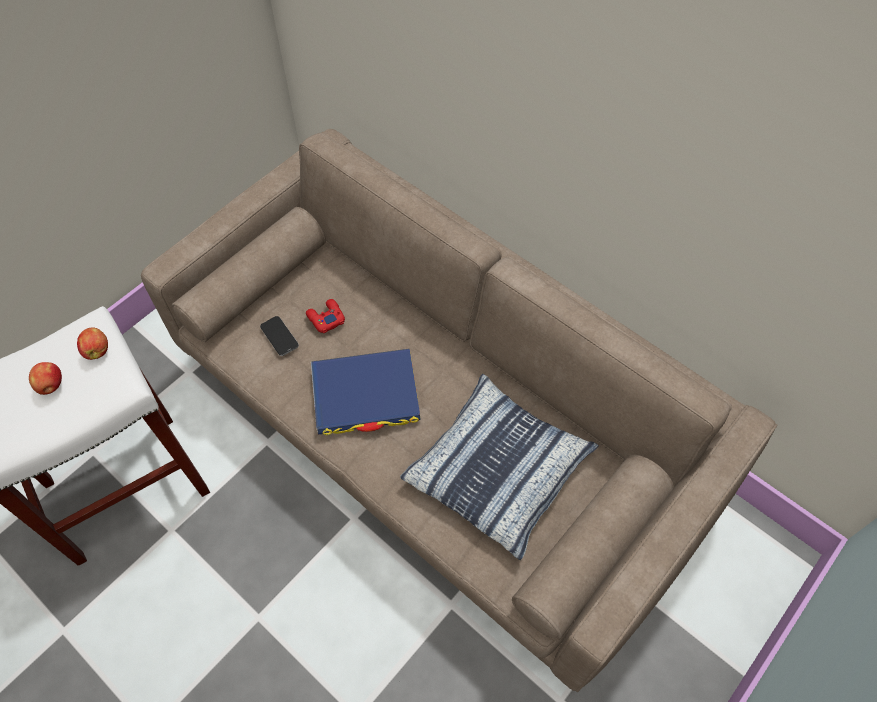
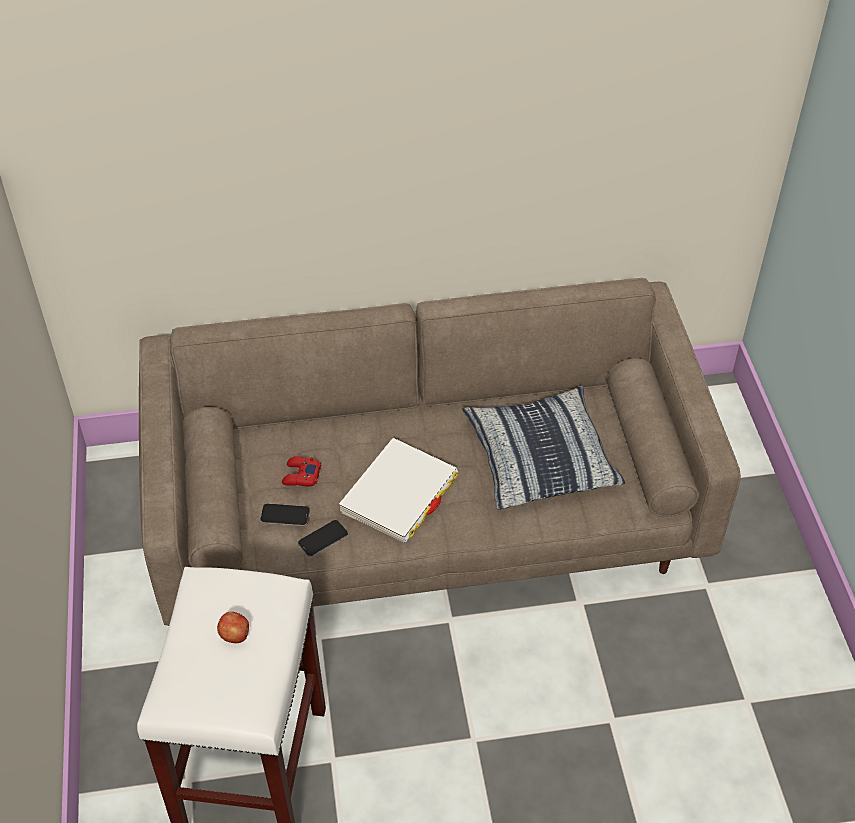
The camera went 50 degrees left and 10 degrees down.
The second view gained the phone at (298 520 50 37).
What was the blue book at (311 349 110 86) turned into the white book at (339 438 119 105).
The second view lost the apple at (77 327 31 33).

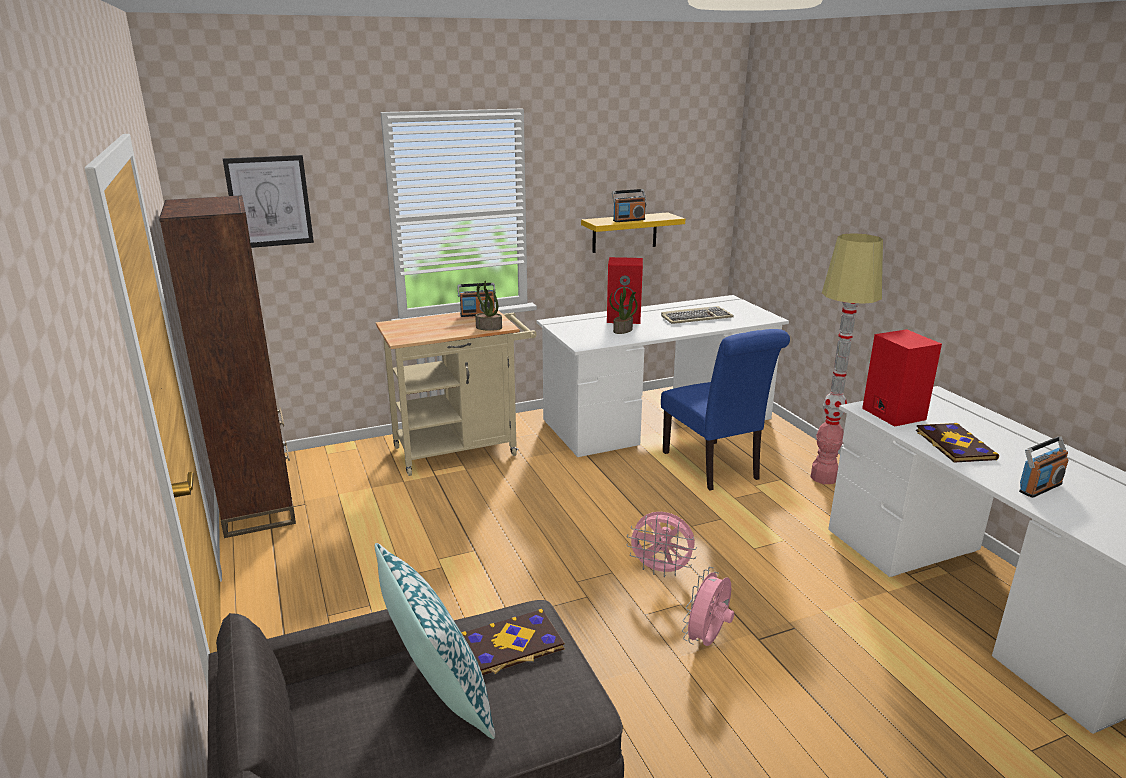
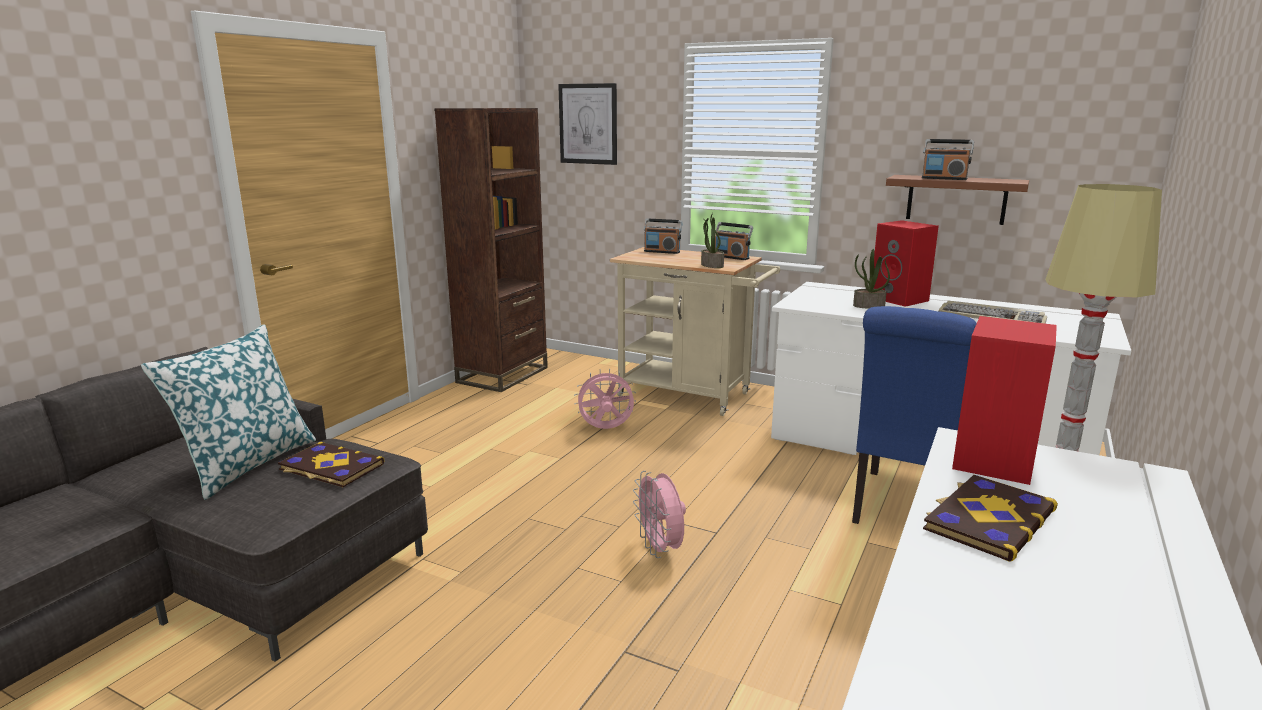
The camera went 50 degrees right and 5 degrees down.
The pink fan ended up elsewhere, having gone from (682 567 52 79) to (574 369 62 60).
The radio ended up elsewhere, having gone from (1019 437 49 61) to (644 219 39 35).
What was the yellow shelf at (581 212 104 41) turned into the brown shelf at (886 175 143 50).

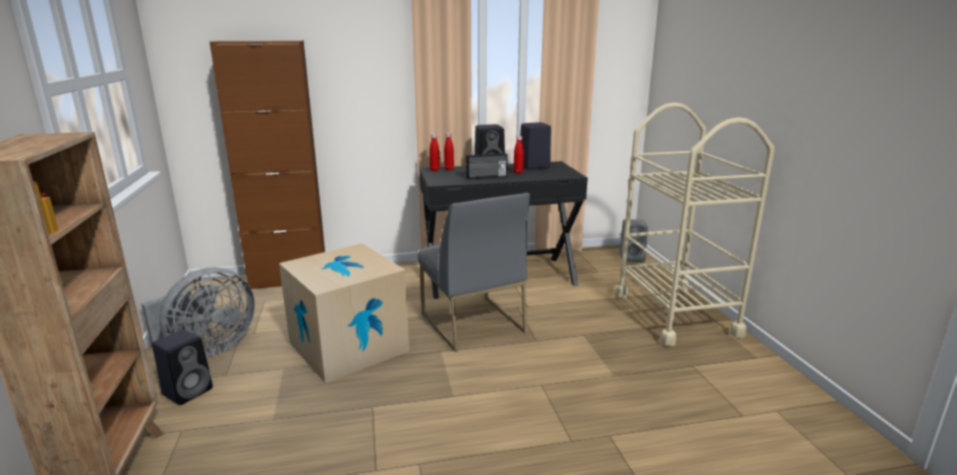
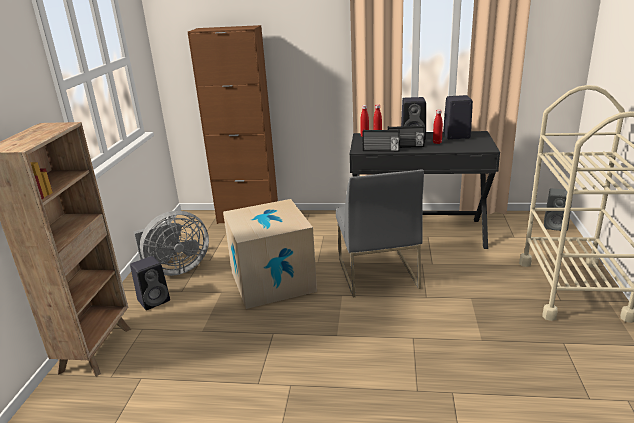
The camera went 20 degrees right and 5 degrees up.
The second view gained the radio at (362 129 38 23).

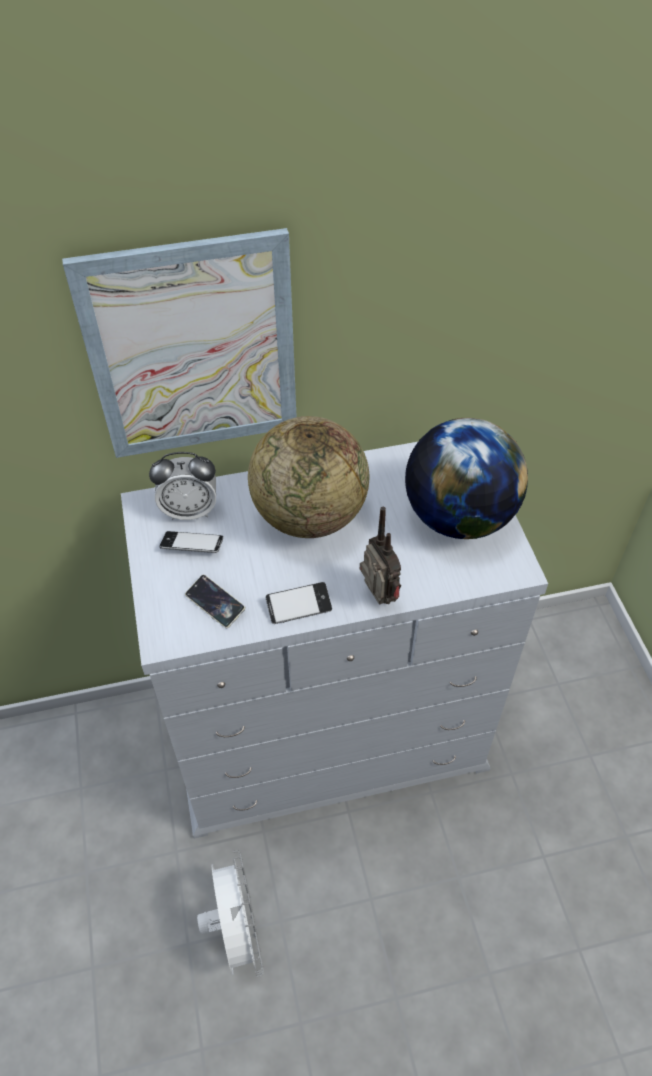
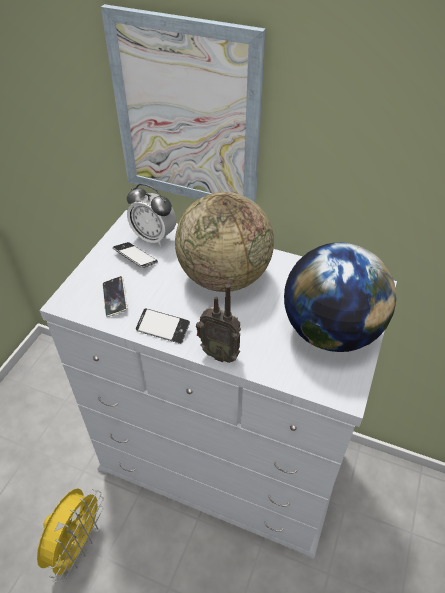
The camera went 35 degrees right and 5 degrees down.
What was the white fan at (197 851 67 127) turned into the yellow fan at (37 488 67 94).
The radio at (360 507 41 98) ended up facing another way, 105 degrees clockwise from before.

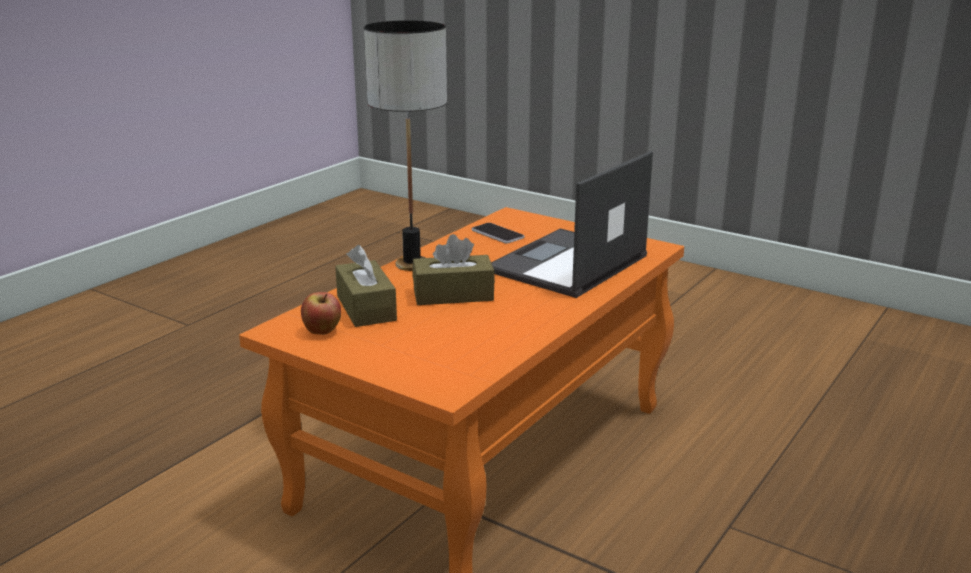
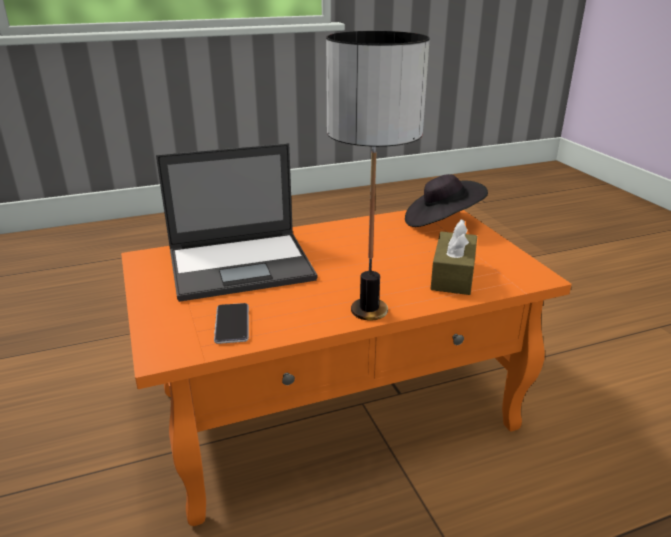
The camera went 145 degrees left and 5 degrees up.
The second view gained the black hat at (405 174 83 53).
The second view lost the apple at (301 292 40 43).
The second view lost the brown tissue box at (412 234 83 71).

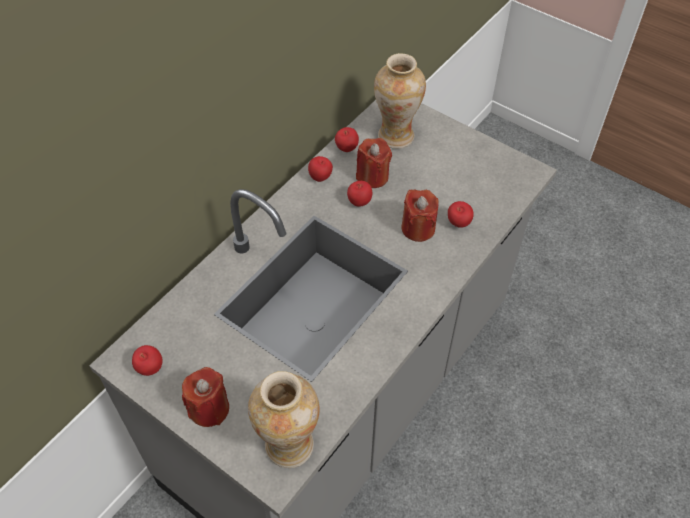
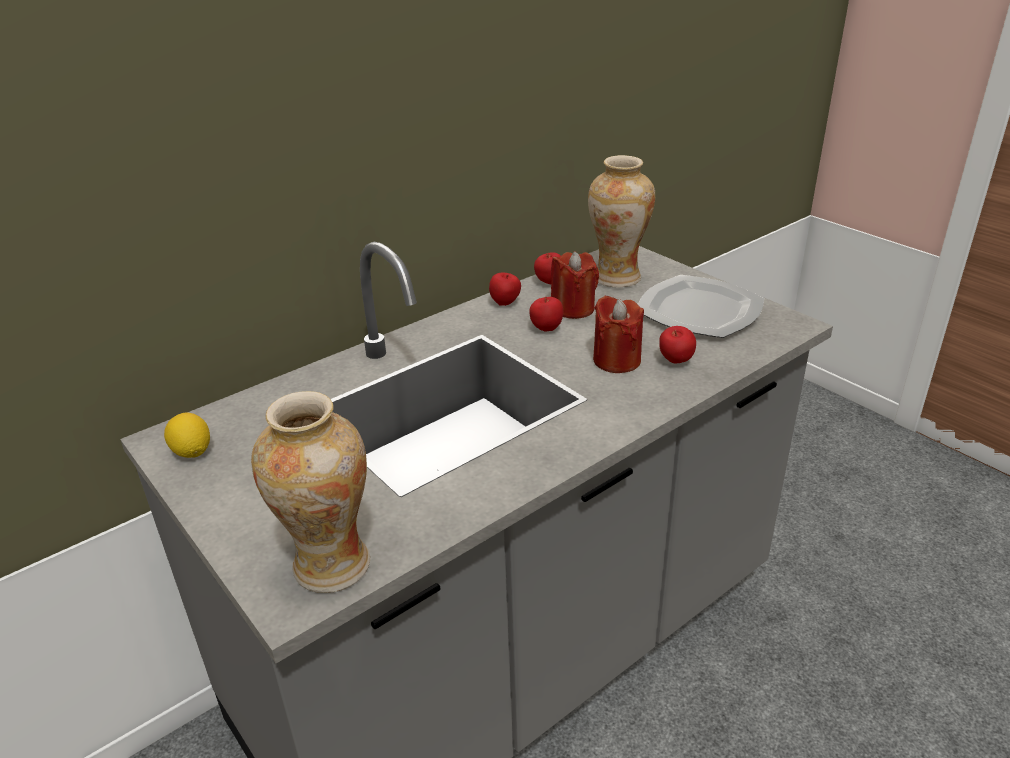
The camera went 15 degrees right and 20 degrees down.
Where the apple stood at (132 345 30 31), the lemon came to stand at (164 413 46 45).
The second view gained the plate at (637 275 128 63).
The second view lost the red candle at (182 367 47 60).

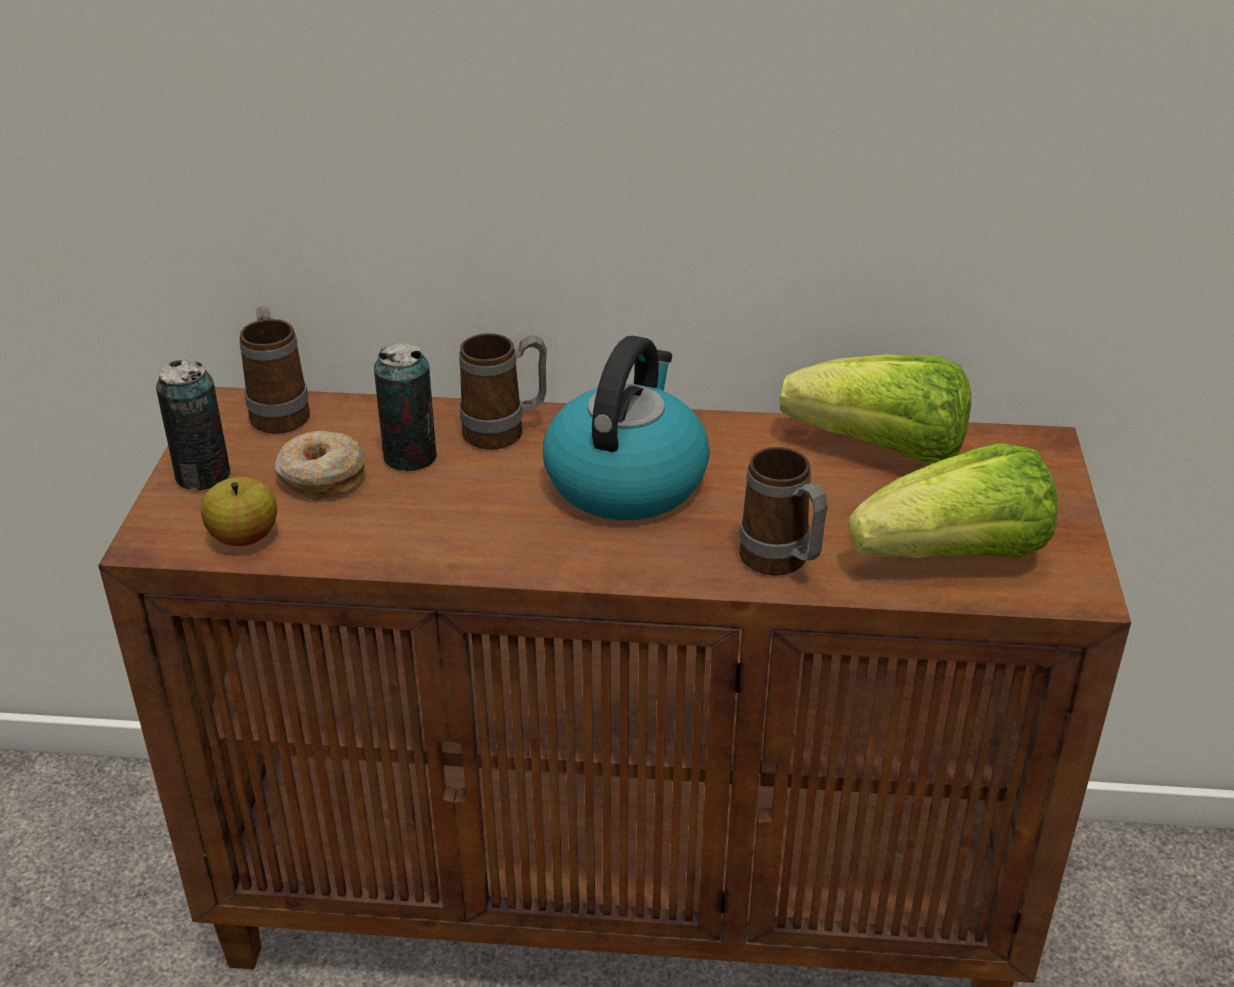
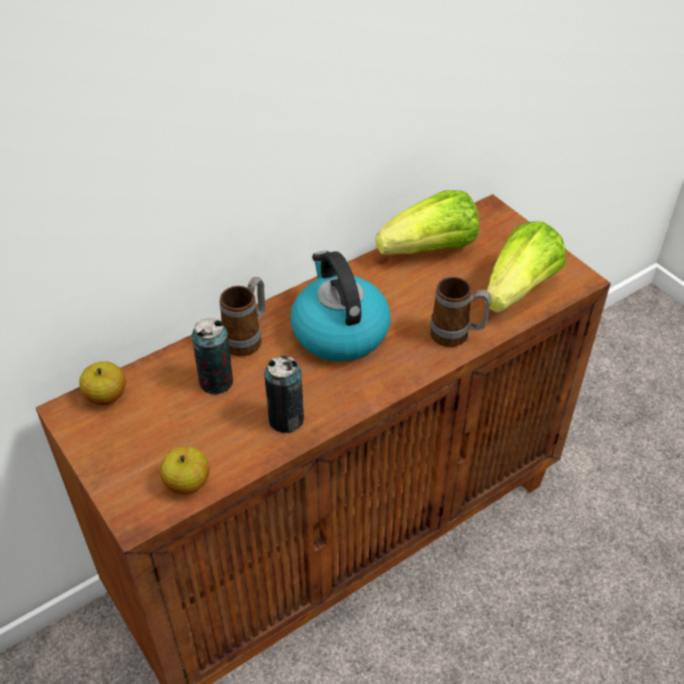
The camera went 40 degrees left and 10 degrees up.
Where the mug stood at (239 306 71 128), the apple came to stand at (79 361 47 44).
The can ended up elsewhere, having gone from (156 359 75 131) to (264 355 40 78).
The second view lost the donut at (275 431 91 69).

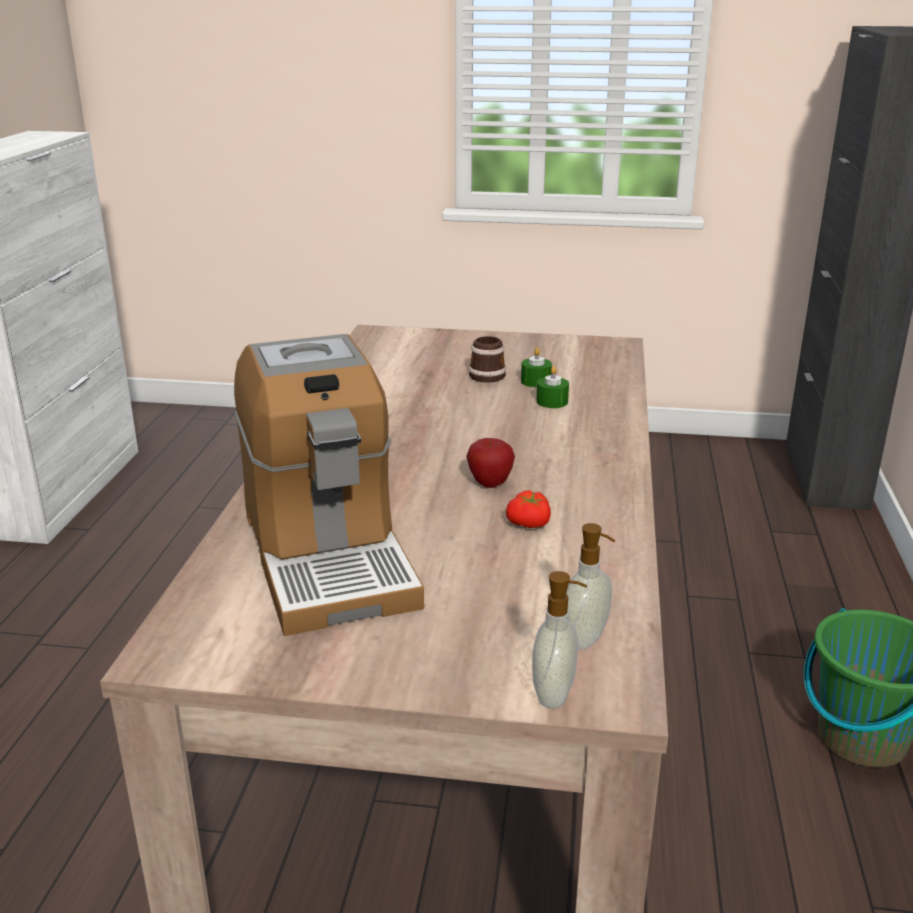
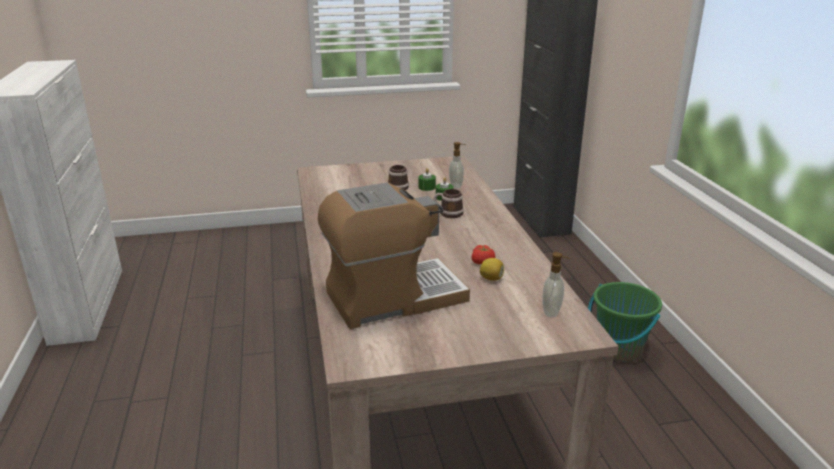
The camera went 20 degrees left and 0 degrees up.
The coffee machine at (234 334 190 302) ended up facing another way, 75 degrees counterclockwise from before.
The second view gained the mug at (434 189 30 29).
The soap dispenser ended up elsewhere, having gone from (532 571 55 137) to (449 142 17 47).
The second view gained the lemon at (480 258 24 23).
The second view lost the apple at (466 438 49 50).

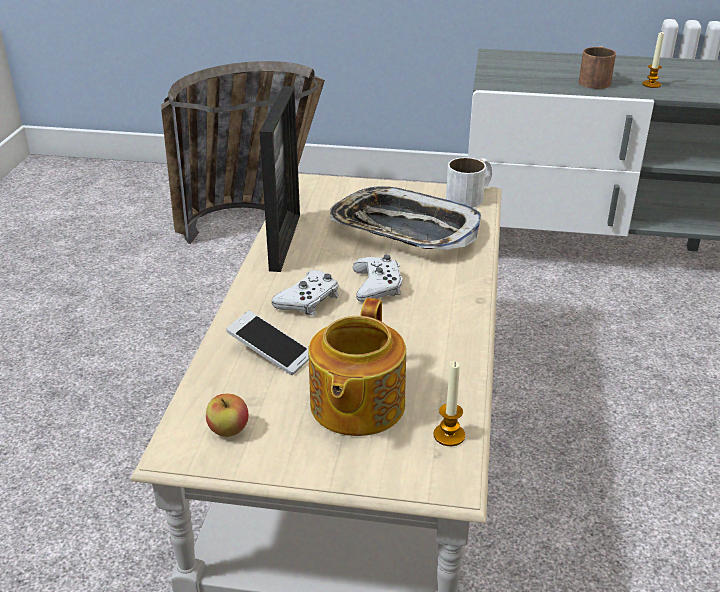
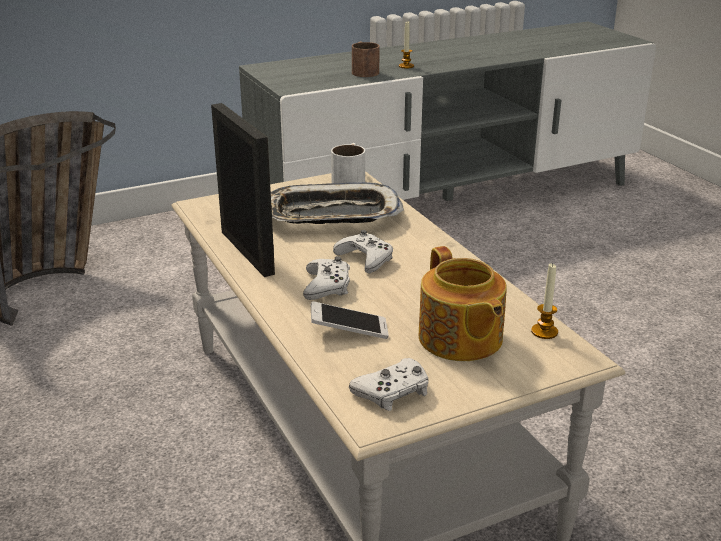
The camera went 35 degrees left and 5 degrees down.
Where the apple stood at (206 394 43 43), the white game controller came to stand at (349 358 80 53).

